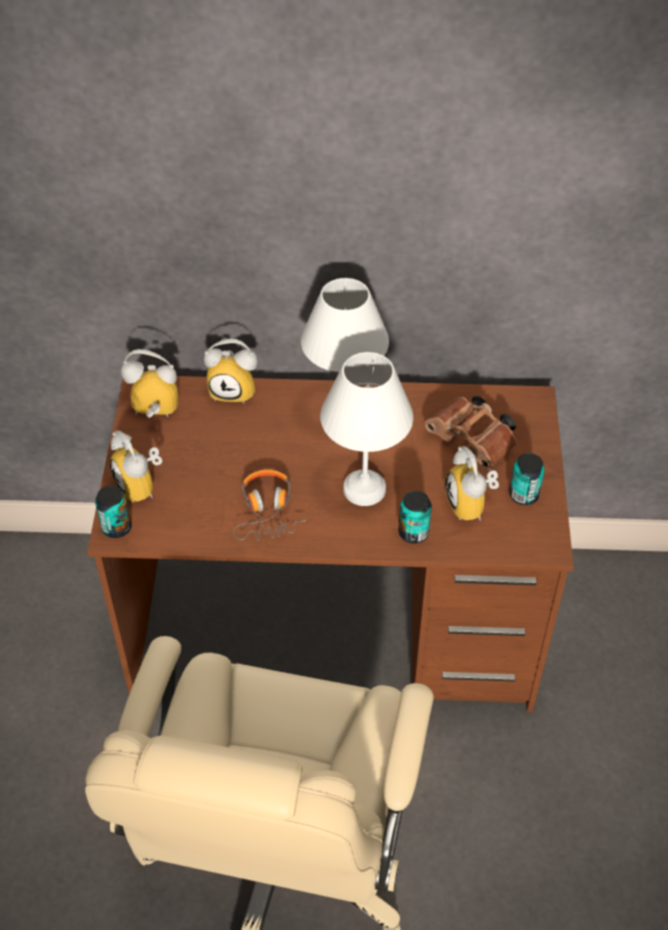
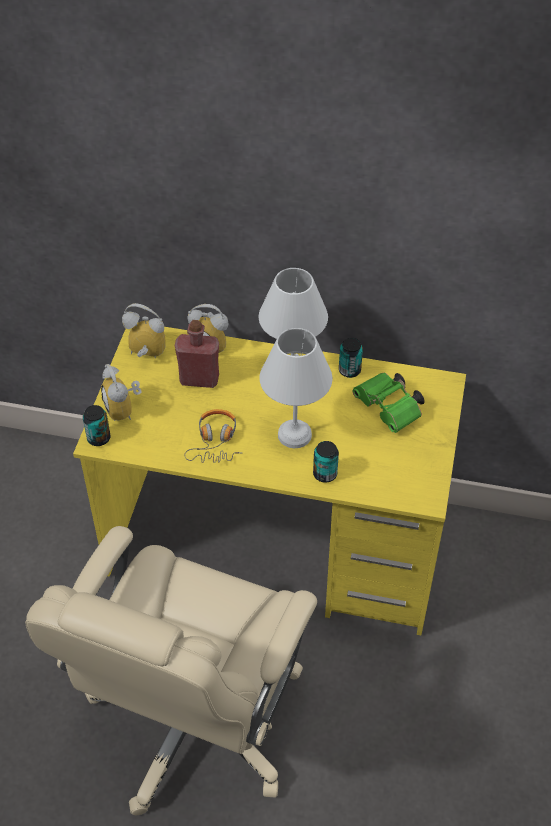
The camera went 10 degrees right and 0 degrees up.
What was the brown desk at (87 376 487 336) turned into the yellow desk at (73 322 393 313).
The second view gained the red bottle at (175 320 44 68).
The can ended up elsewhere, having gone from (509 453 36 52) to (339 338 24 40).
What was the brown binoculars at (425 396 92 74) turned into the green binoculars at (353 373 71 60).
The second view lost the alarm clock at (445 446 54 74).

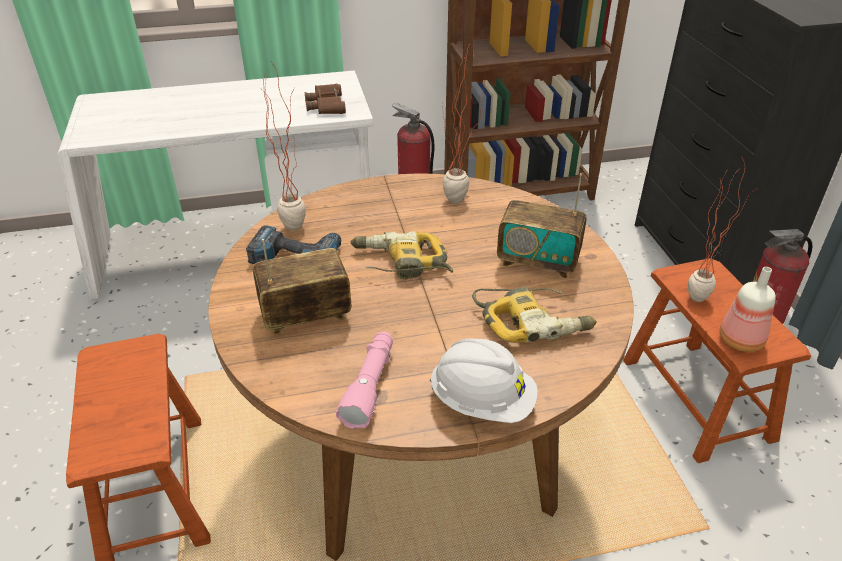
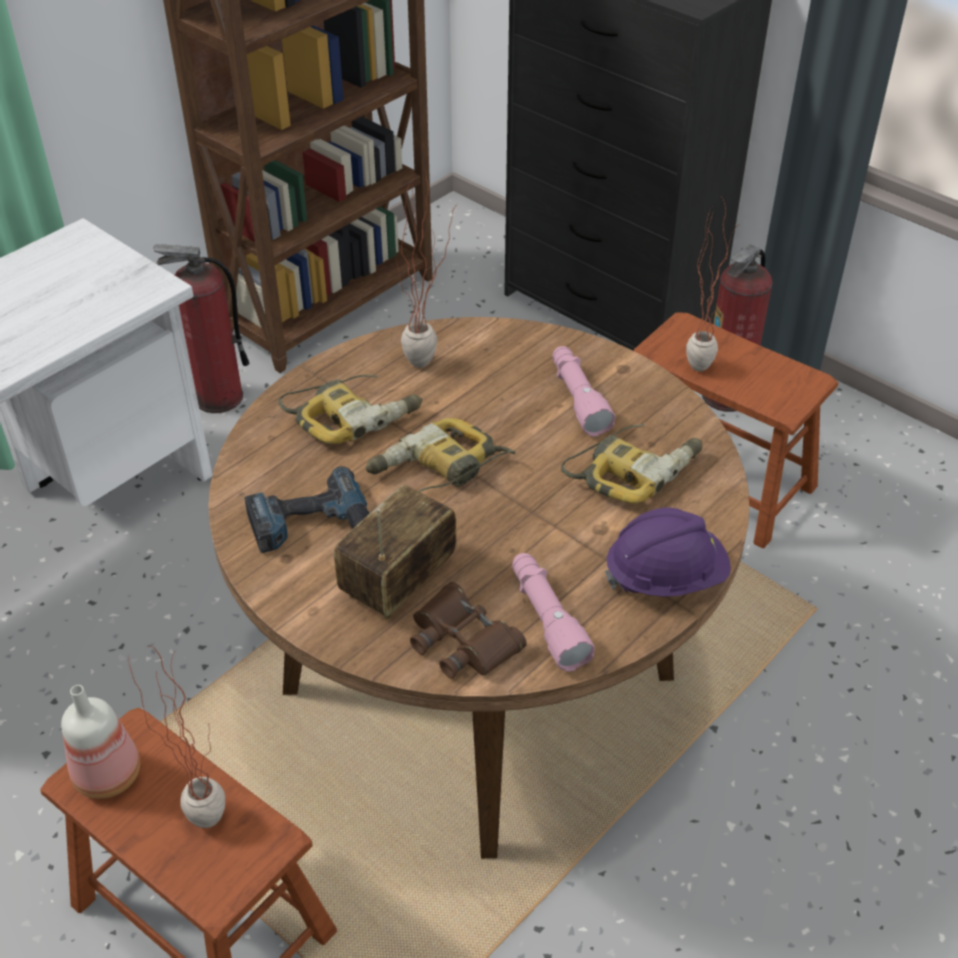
The camera went 35 degrees left and 5 degrees up.
The bottle ended up elsewhere, having gone from (720 267 56 85) to (61 685 79 114).
The potted plant ended up elsewhere, having gone from (262 58 44 173) to (128 646 97 182).
The second view gained the power drill at (278 375 145 69).
The brown binoculars ended up elsewhere, having gone from (305 83 41 31) to (410 582 117 97).
Where the radio stood at (497 173 90 105), the pink flashlight came to stand at (552 346 63 91).
What was the white hard hat at (430 338 108 85) turned into the purple hard hat at (605 507 126 90).

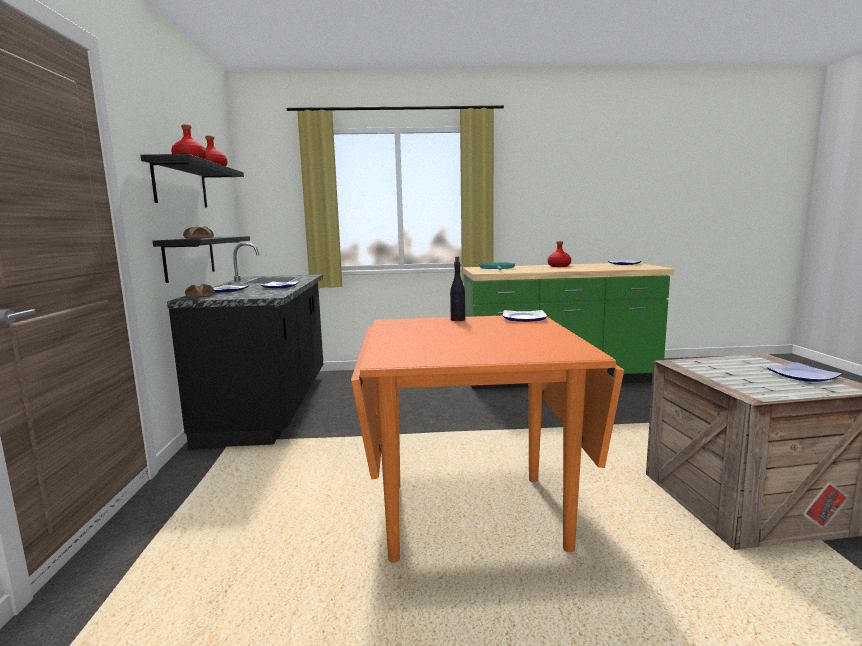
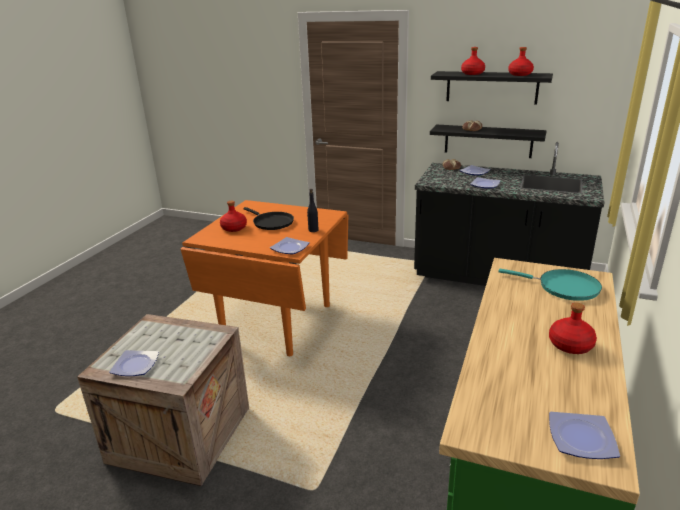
The camera went 115 degrees right and 15 degrees up.
The second view gained the red bottle at (220 201 27 31).
The second view gained the black frying pan at (243 207 51 23).

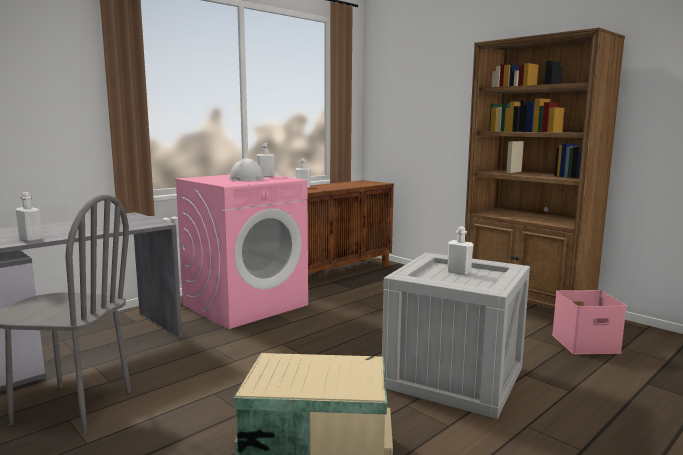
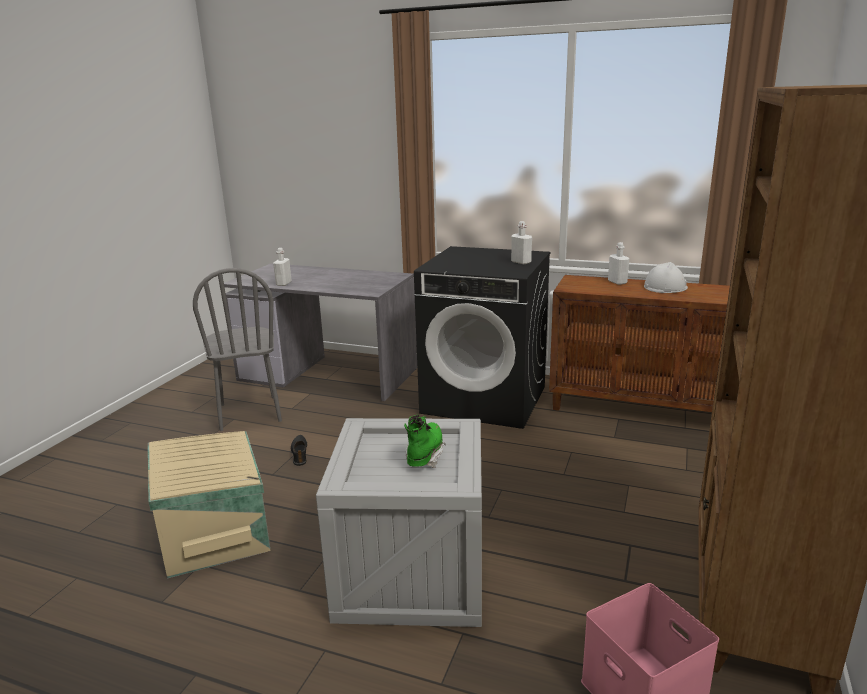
The camera went 65 degrees right and 10 degrees up.
The second view gained the black shoe at (291 435 16 31).
Where the white bottle stood at (448 226 25 49), the green boot came to stand at (404 415 42 53).
What was the pink washing machine at (174 175 134 154) turned into the black washing machine at (414 246 136 183).
The white hard hat ended up elsewhere, having gone from (229 158 35 23) to (644 262 44 31).

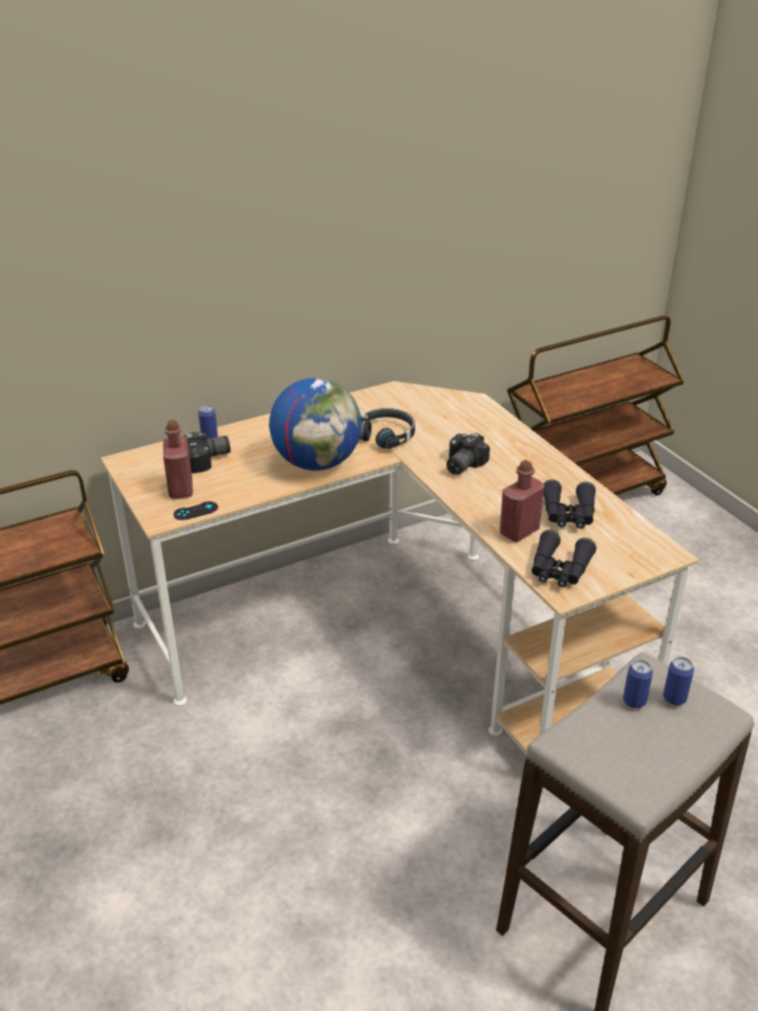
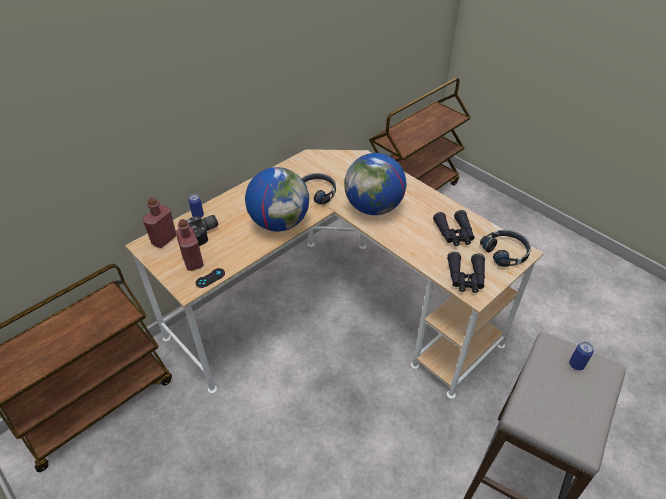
The camera went 15 degrees left and 10 degrees up.
The red bottle ended up elsewhere, having gone from (500 460 44 82) to (142 197 34 51).
Where the photo camera stood at (446 433 44 42), the globe came to stand at (344 153 62 62).
The second view gained the black headphones at (480 230 51 37).
The second view lost the can at (623 659 30 50).

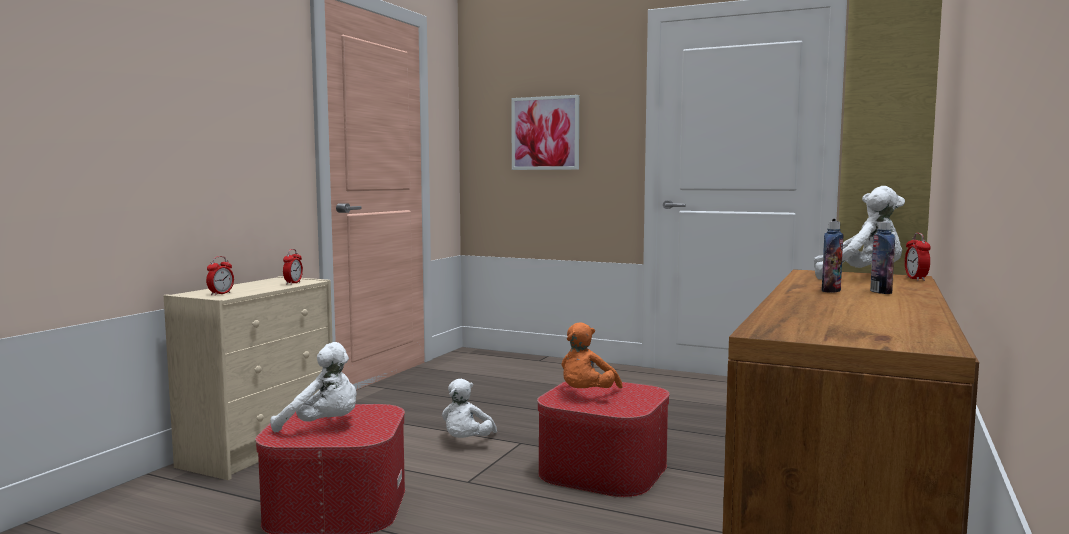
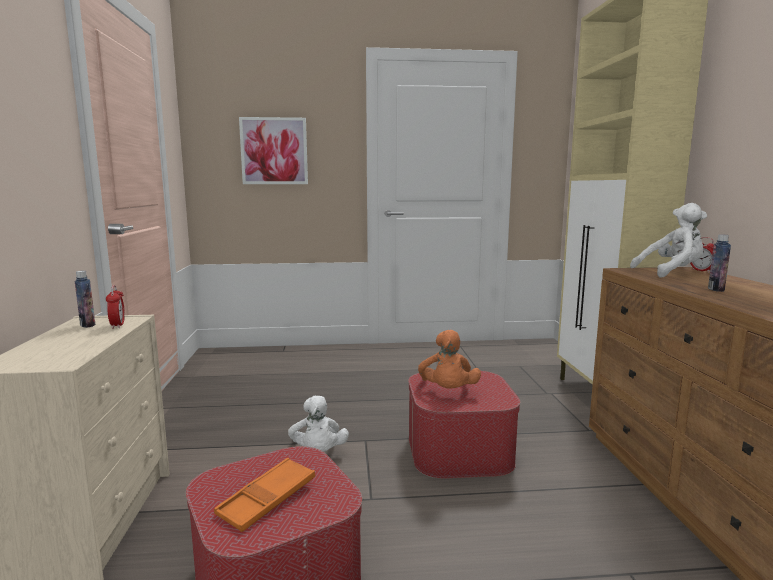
The camera went 30 degrees left and 5 degrees up.
The bottle ended up elsewhere, having gone from (870 222 25 72) to (74 271 21 57).
Where the white plush toy stood at (270 342 87 90), the orange tray came to stand at (214 458 101 74).
The second view lost the alarm clock at (206 256 28 40).

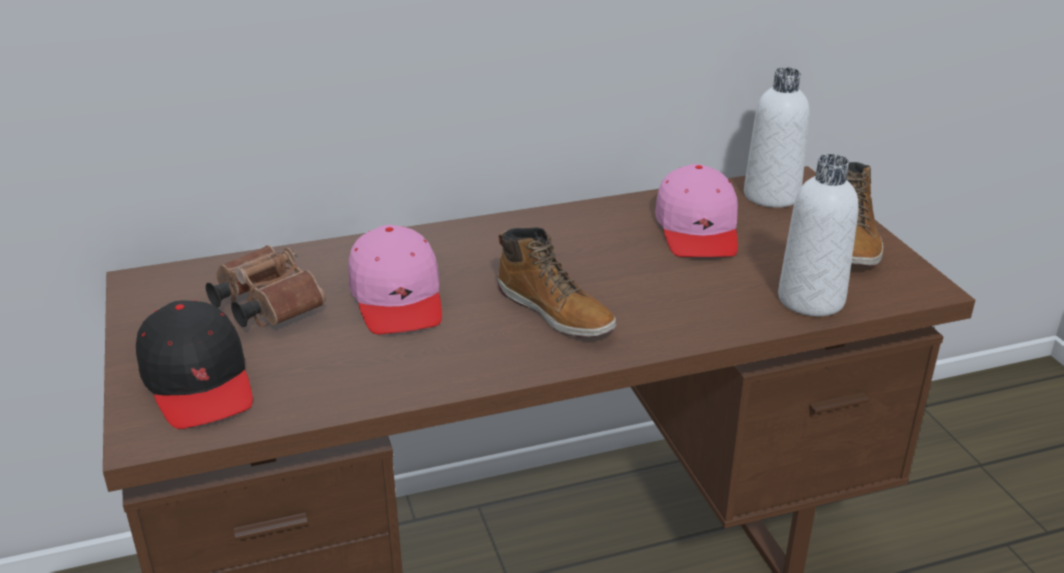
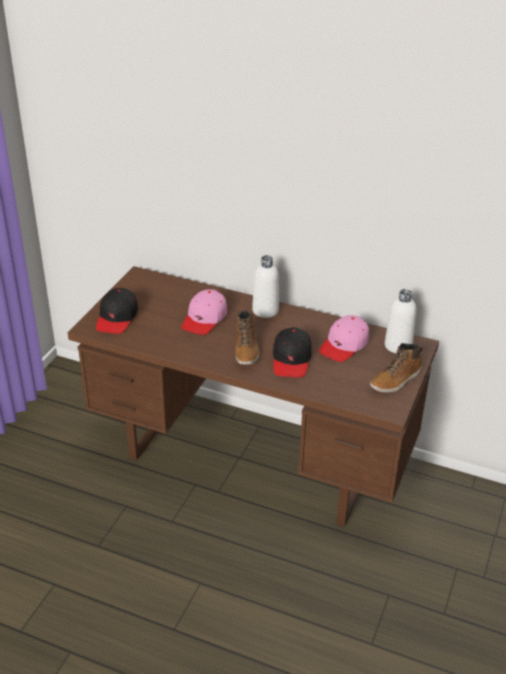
The camera went 40 degrees right and 5 degrees up.
The white bottle ended up elsewhere, having gone from (778 154 81 162) to (252 255 27 63).
The second view gained the black cap at (273 327 39 50).
The second view lost the brown binoculars at (206 245 120 82).

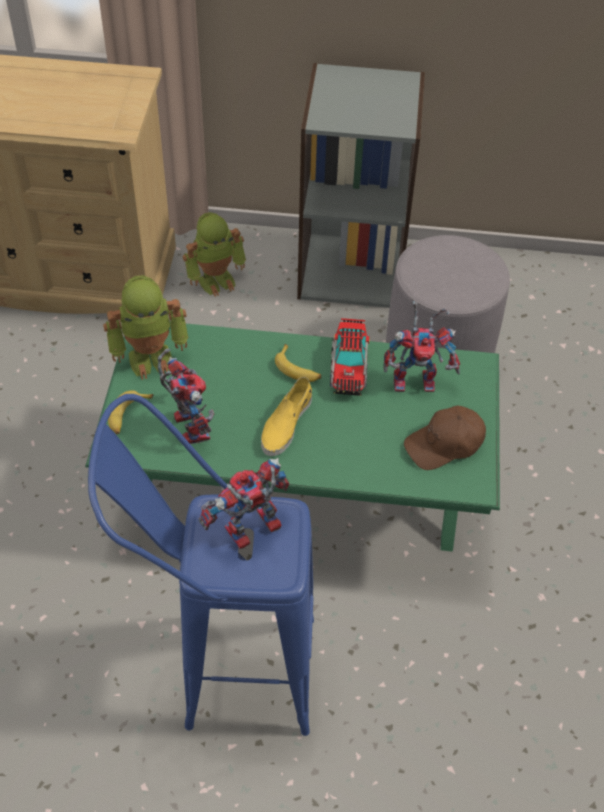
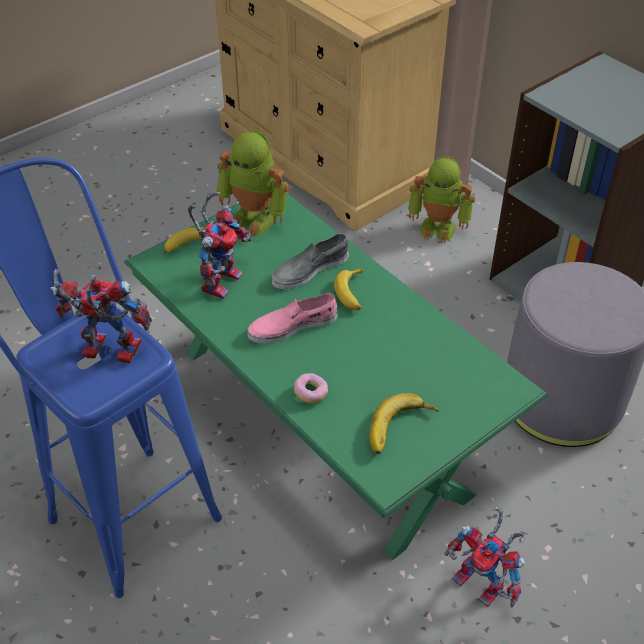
The camera went 45 degrees right and 5 degrees down.
What was the yellow shoe at (261 377 51 79) turned into the pink shoe at (247 293 91 51).
The second view gained the grey shoe at (272 233 77 56).
The second view gained the donut at (294 373 34 30).
Where the brown cap stood at (404 406 82 64), the banana came to stand at (369 393 70 61).
The toy robot ended up elsewhere, having gone from (383 301 77 91) to (445 506 81 101).
The second view lost the toy truck at (330 318 40 78).

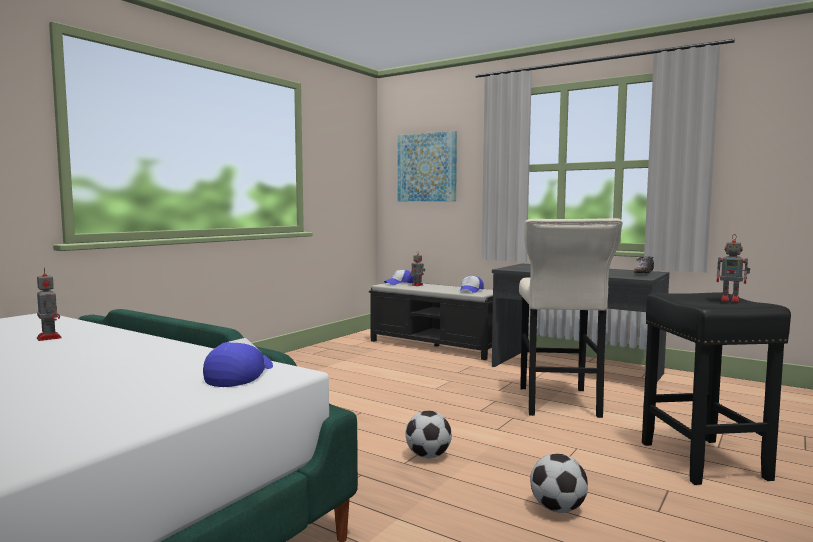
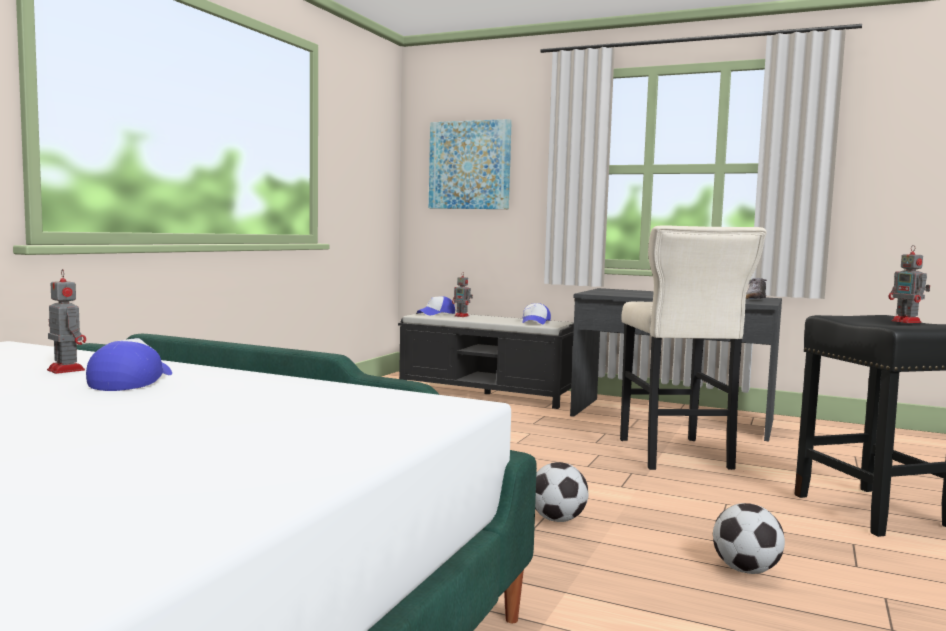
The camera went 10 degrees left and 0 degrees up.
The cap ended up elsewhere, having gone from (203 338 70 49) to (86 338 86 53).
The toy robot at (716 234 34 68) ended up facing another way, 45 degrees clockwise from before.

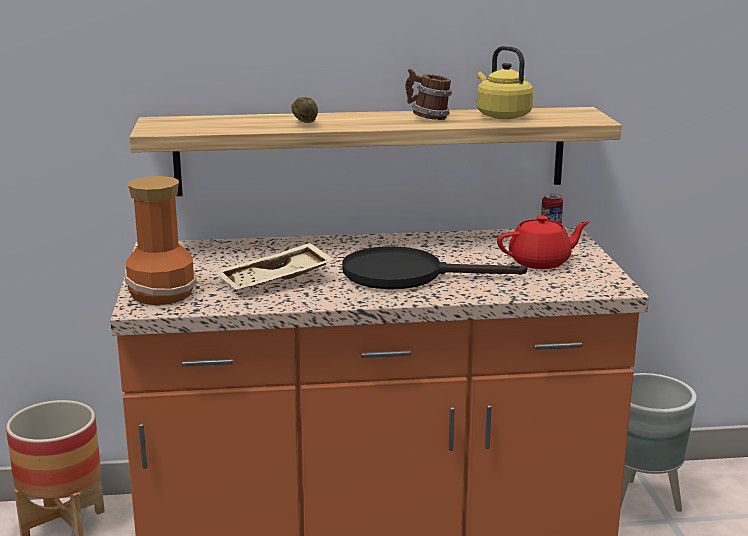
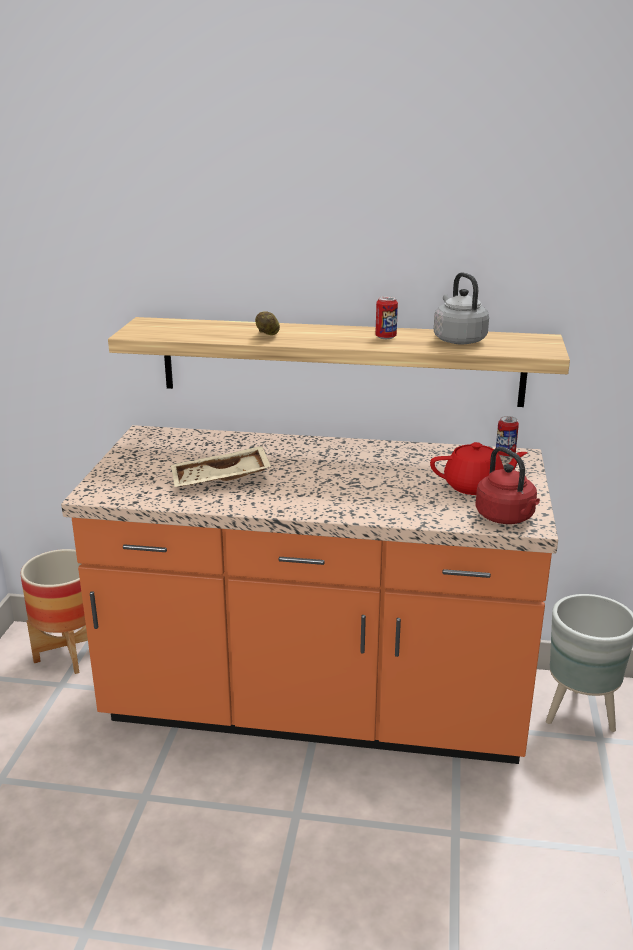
The camera went 15 degrees right and 5 degrees up.
Where the mug stood at (405 68 47 52), the can came to stand at (375 296 23 43).
What was the yellow kettle at (477 46 56 73) turned into the grey kettle at (434 272 55 73).
The second view gained the red kettle at (475 447 65 77).
The second view lost the vase at (125 176 72 129).
The second view lost the black frying pan at (342 246 185 43).

